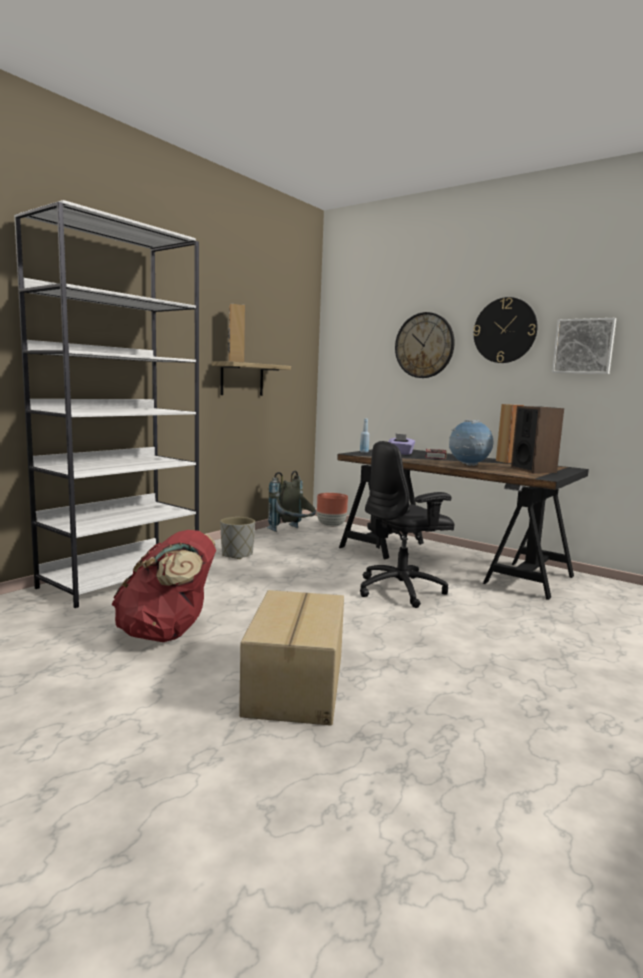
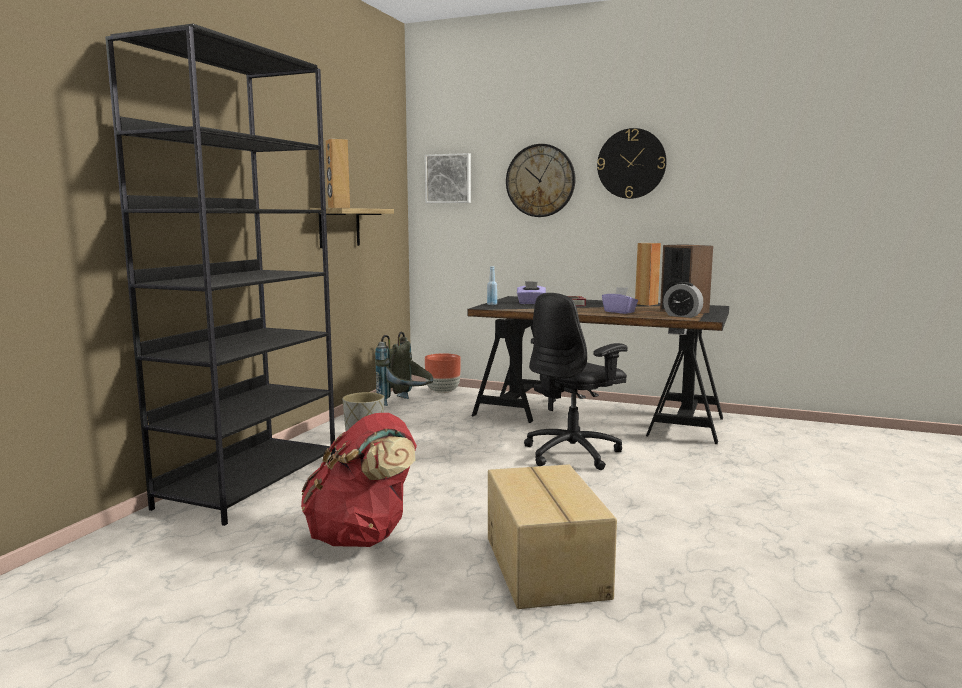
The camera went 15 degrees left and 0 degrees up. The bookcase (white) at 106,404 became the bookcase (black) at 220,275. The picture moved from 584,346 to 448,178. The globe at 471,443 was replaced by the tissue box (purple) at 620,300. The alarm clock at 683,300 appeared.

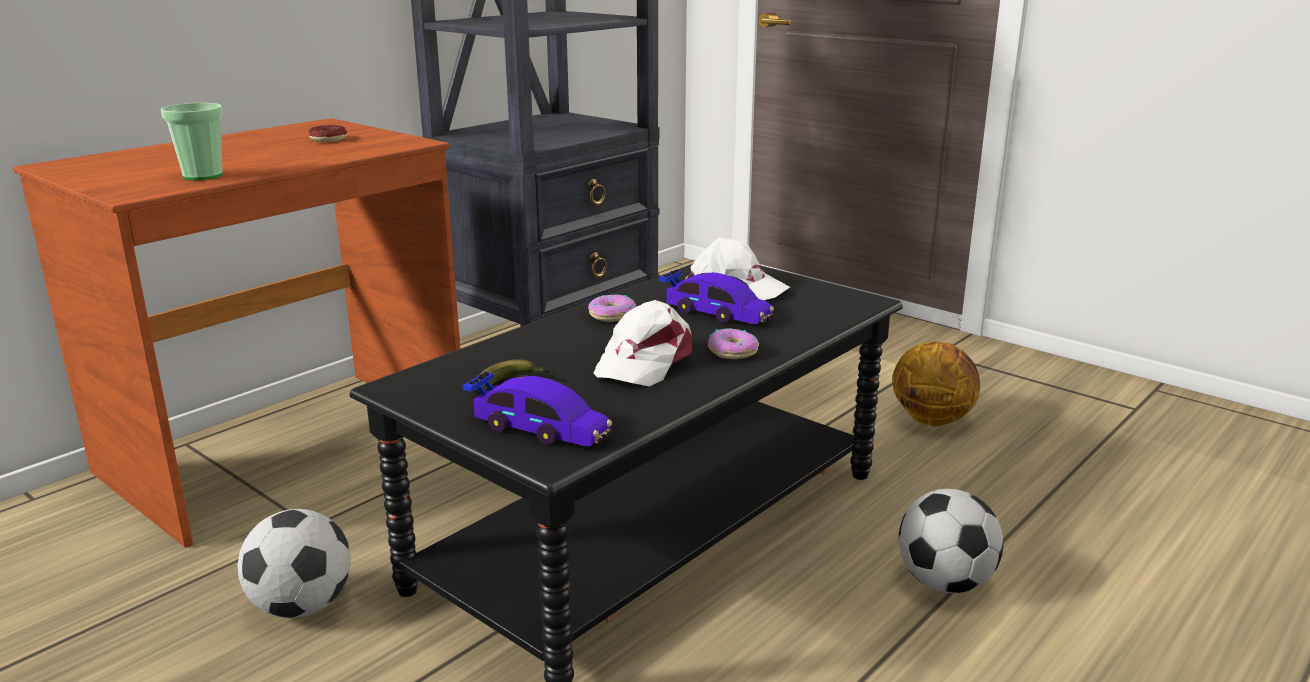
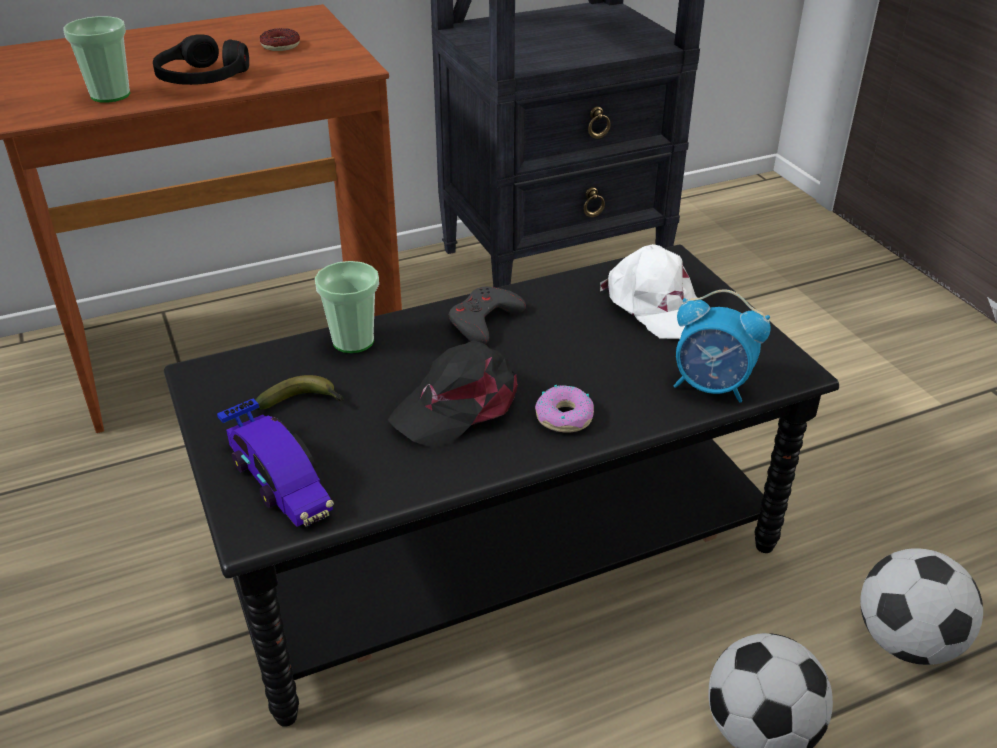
The camera went 25 degrees right and 15 degrees up. The toy car at 716,297 disappeared. The donut at 612,308 was replaced by the game controller (grey) at 487,315. The cap (white) at 643,343 became the cap (black) at 453,394. The basketball at 936,384 disappeared. The football moved from 294,563 to 921,606. The headphones (black) at 201,59 appeared. The cup at 347,307 appeared. The alarm clock at 722,346 appeared.

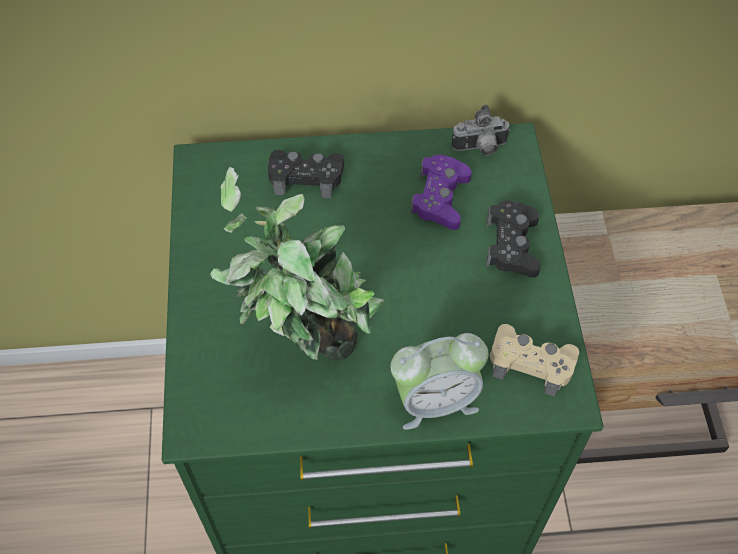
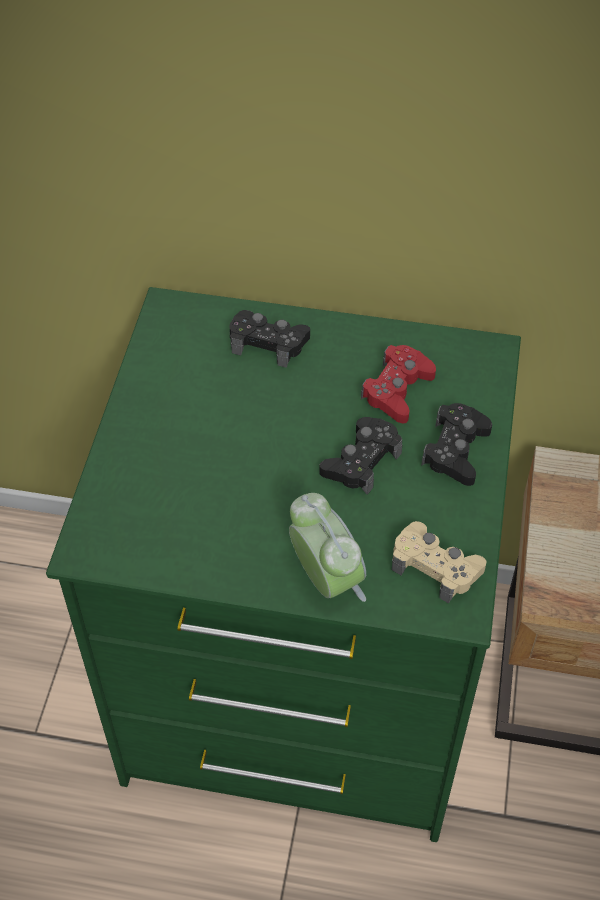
The camera went 15 degrees right and 5 degrees down. The photo camera at 480,130 disappeared. The game controller (purple) at 441,192 became the game controller (red) at 398,384. The potted plant at 297,264 disappeared. The alarm clock at 440,381 turned 120 degrees counterclockwise. The game controller (black) at 360,456 appeared.

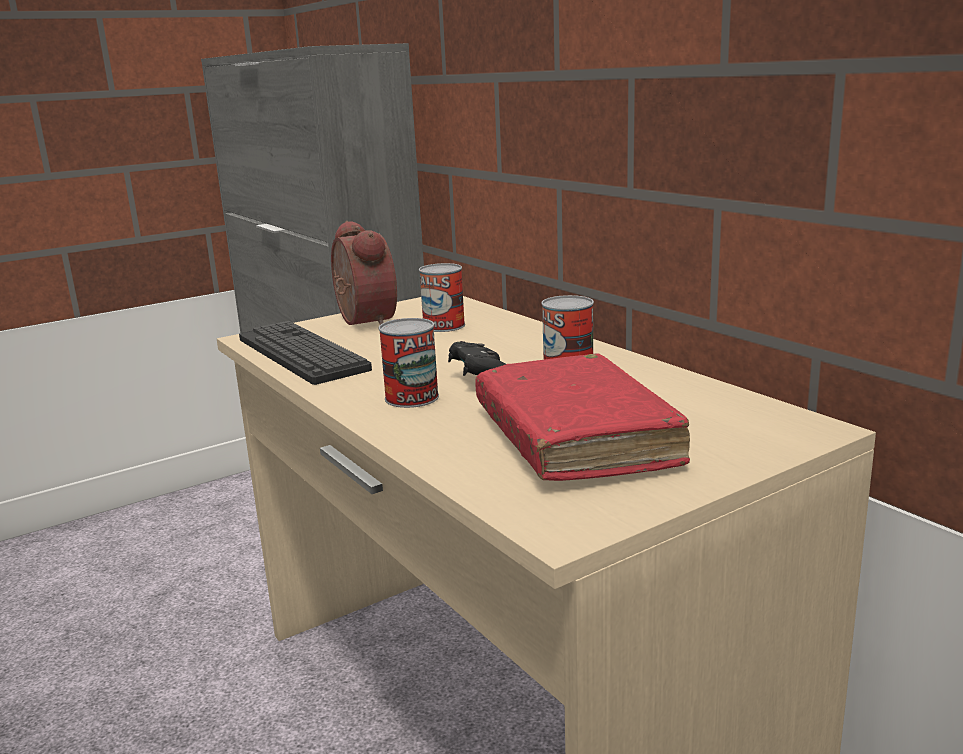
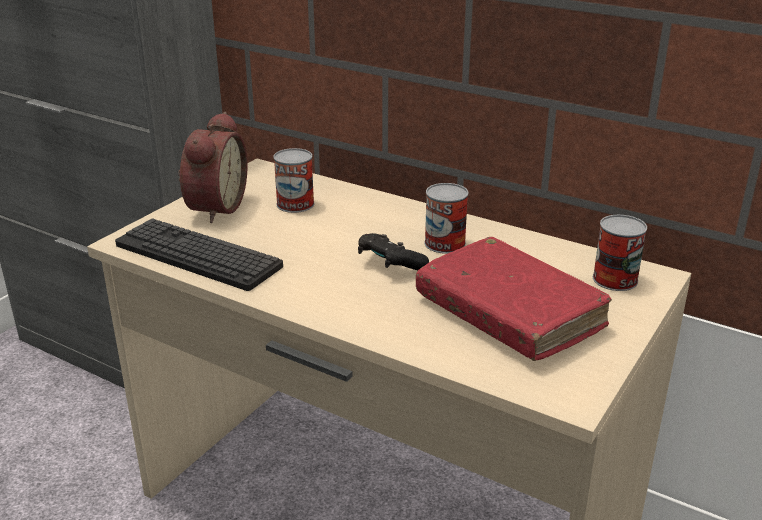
The camera went 25 degrees left and 10 degrees up. The alarm clock at 364,273 turned 60 degrees clockwise. The can moved from 409,363 to 620,253.

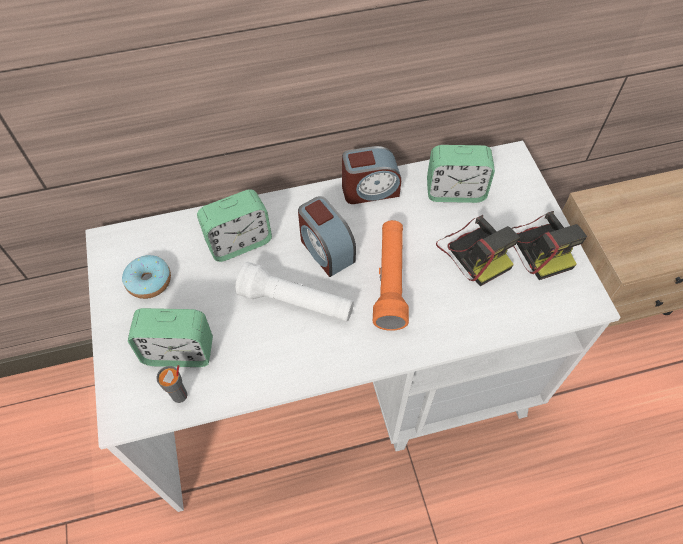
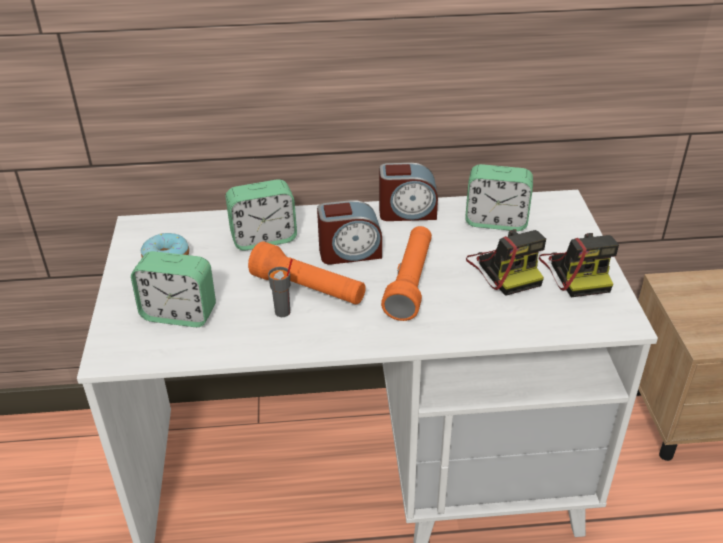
The camera went 10 degrees right and 20 degrees down. The alarm clock at 327,236 turned 75 degrees counterclockwise. The flashlight (white) at 294,292 became the flashlight (orange) at 307,273. The cup (grey) moved from 171,384 to 280,288.

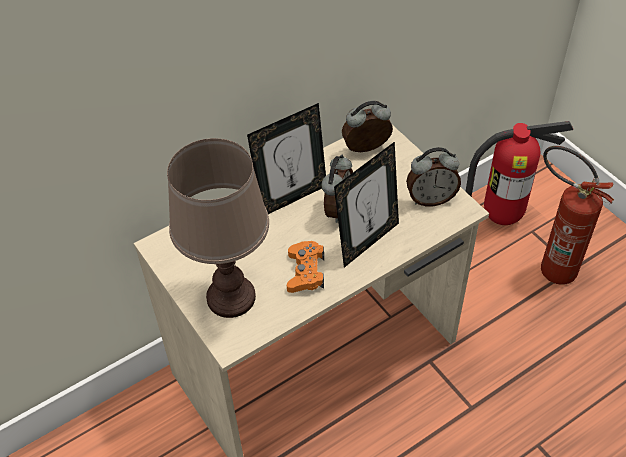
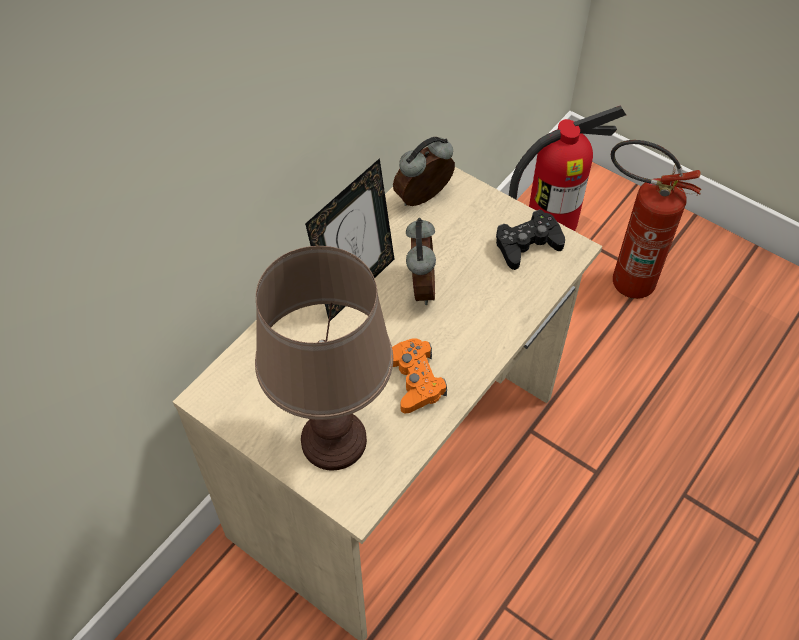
The camera went 20 degrees left and 5 degrees up. The picture frame at 366,205 disappeared. The alarm clock at 433,176 was replaced by the game controller (black) at 530,240.

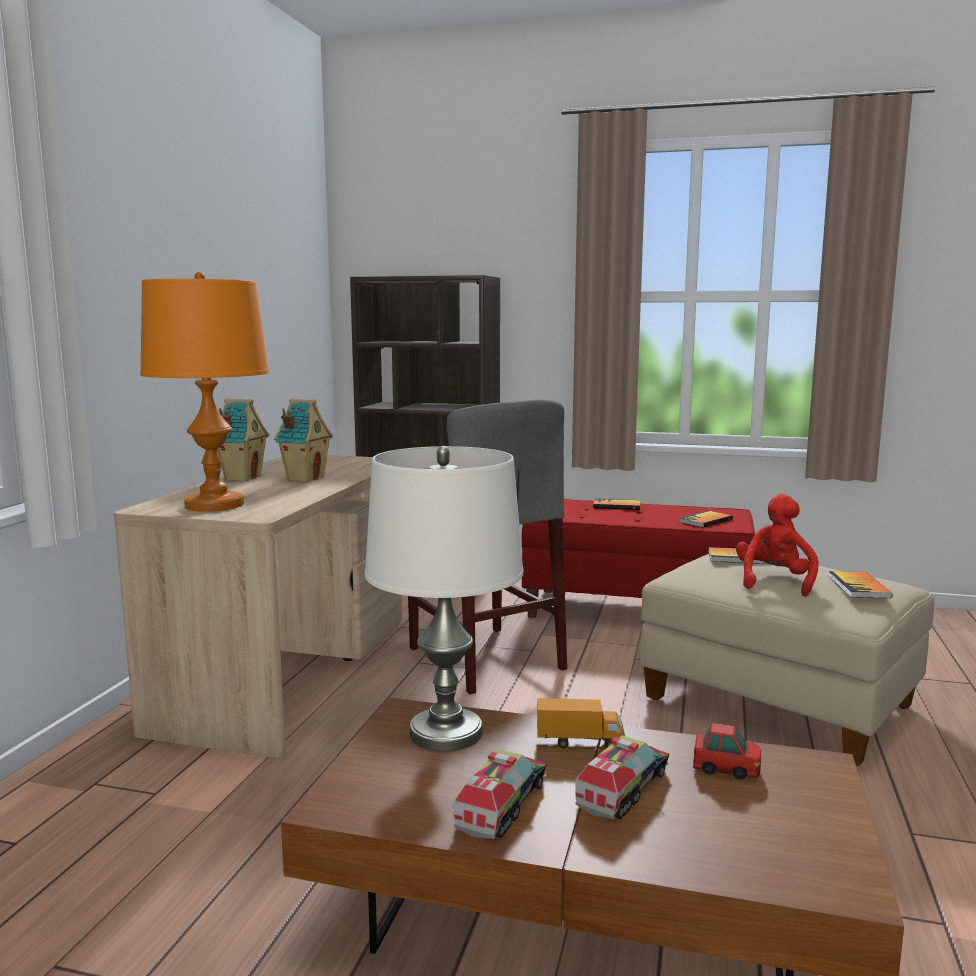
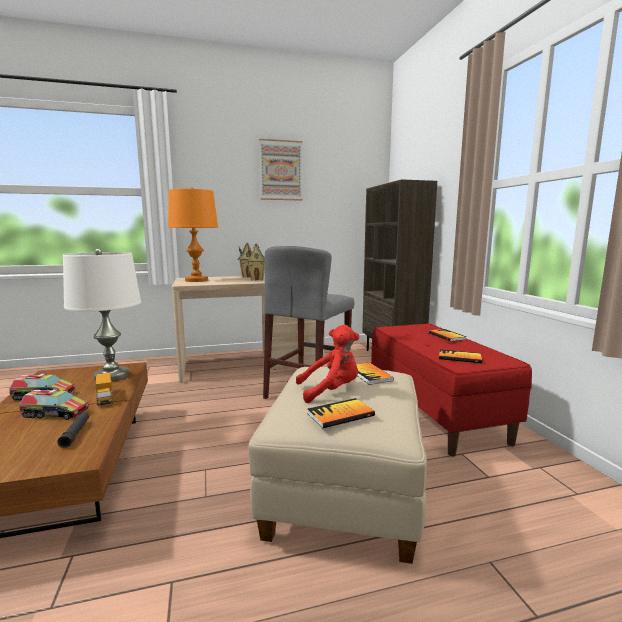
The camera went 60 degrees right and 0 degrees up. The toy car at 727,751 was replaced by the flashlight (black) at 73,430. The picture at 281,169 appeared.

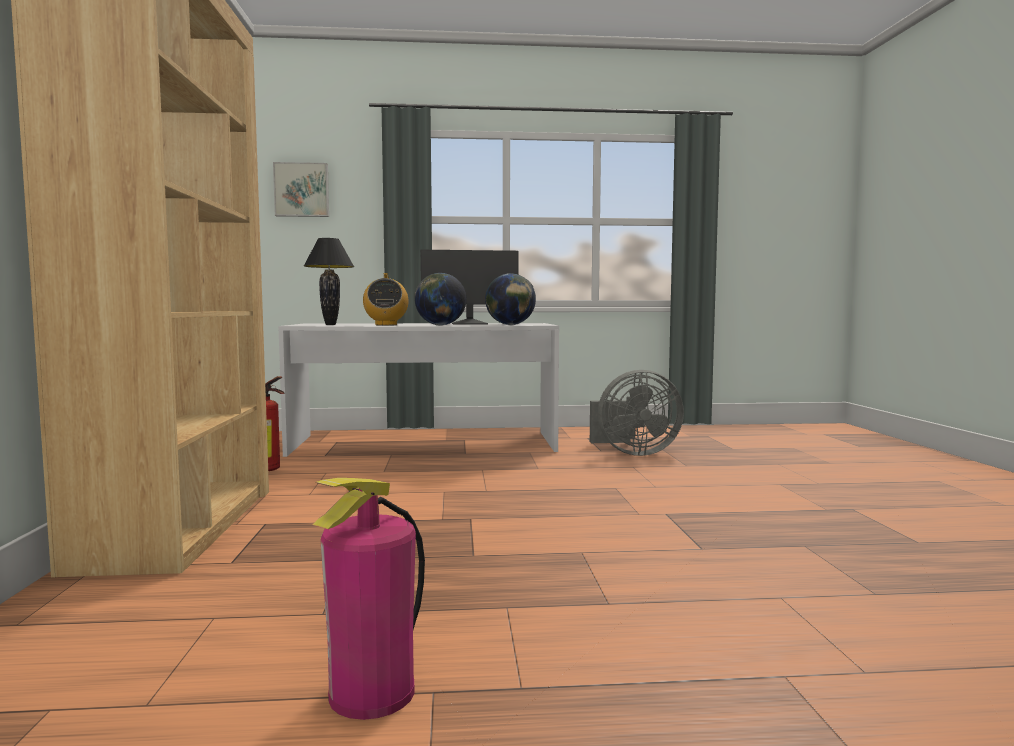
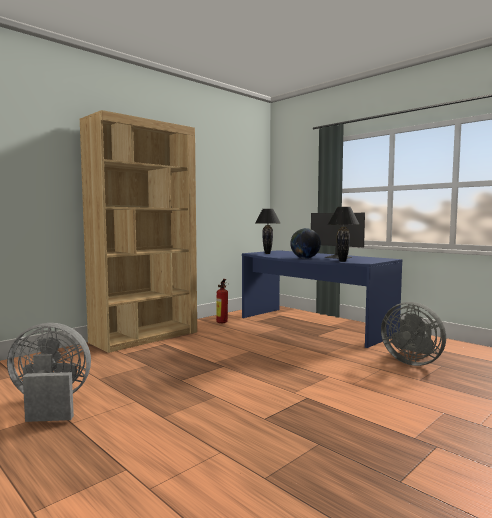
The camera went 50 degrees right and 0 degrees up. The picture at 301,189 disappeared. The radio at 386,299 disappeared. The globe at 510,299 was replaced by the table lamp (black) at 344,234. The desk (white) at 418,390 became the desk (blue) at 322,299. The fire extinguisher at 369,599 was replaced by the fan (grey) at 49,372.

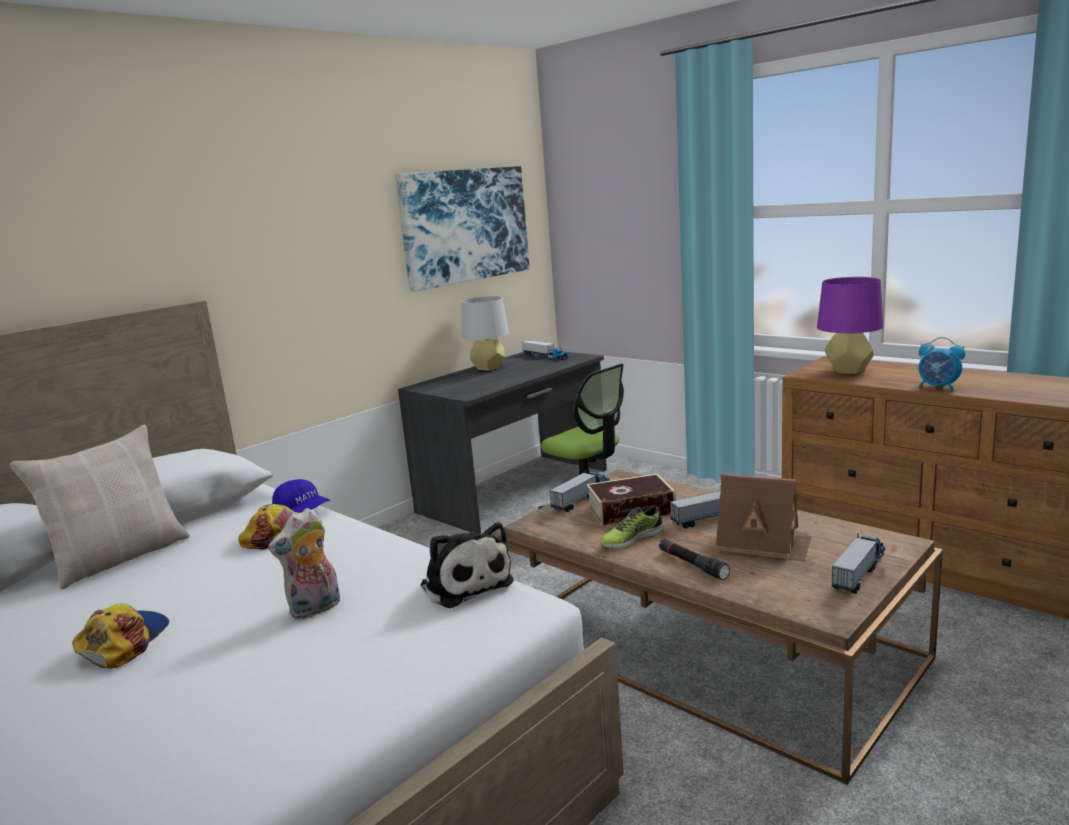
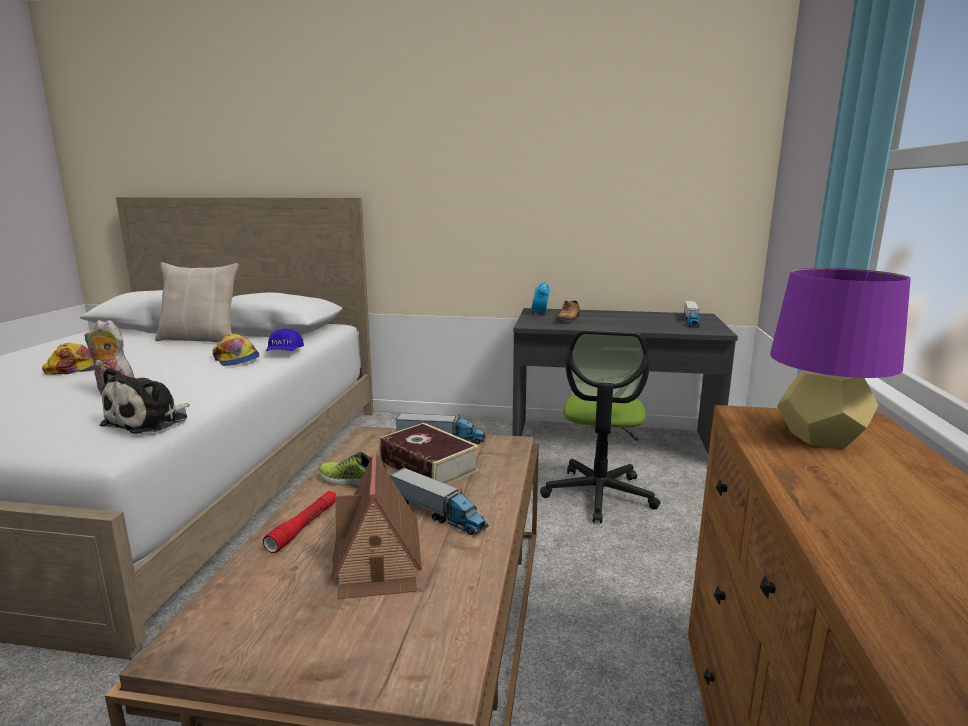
The camera went 55 degrees right and 0 degrees up. The picture at 462,228 disappeared. The table lamp (grey) at 485,333 disappeared. The alarm clock moved from 942,364 to 540,297. The toy truck at 859,564 disappeared. The flashlight (black) at 694,559 became the flashlight (red) at 299,522. The shoe at 568,311 appeared.

